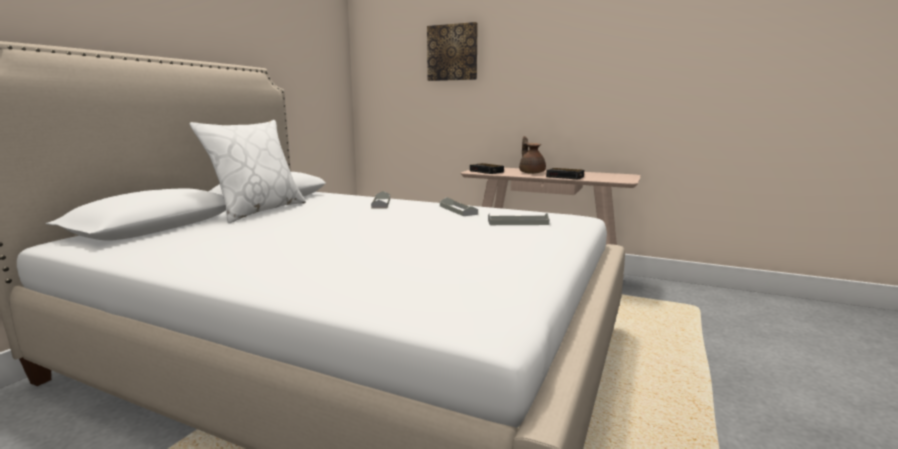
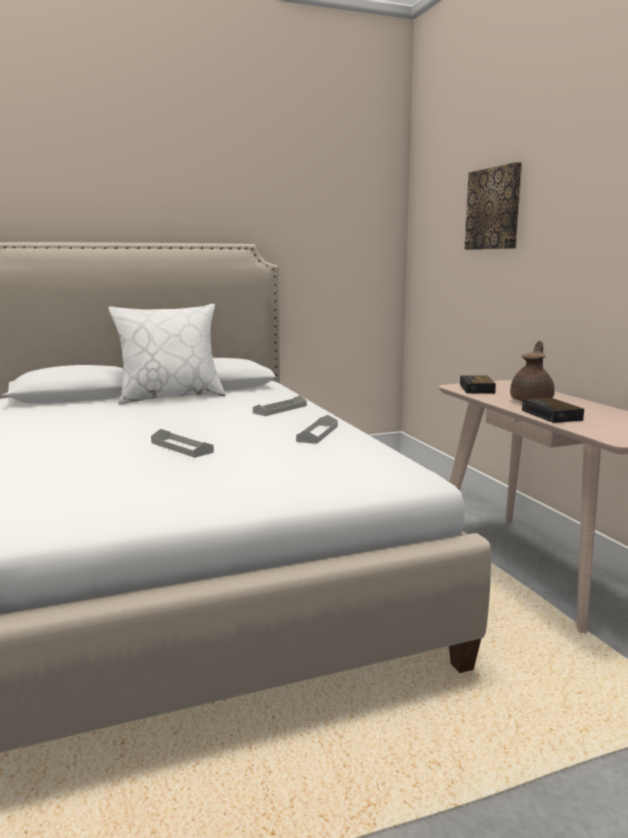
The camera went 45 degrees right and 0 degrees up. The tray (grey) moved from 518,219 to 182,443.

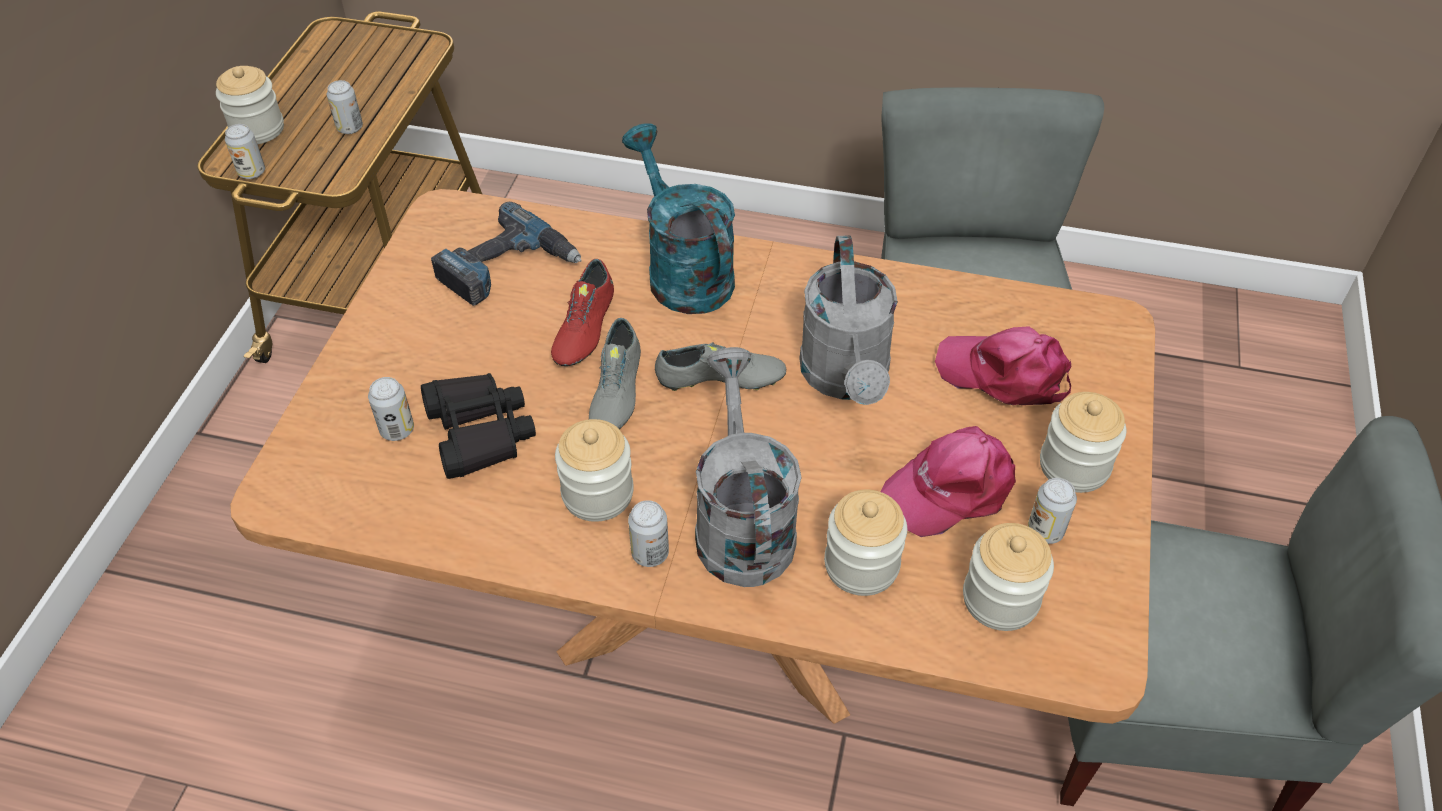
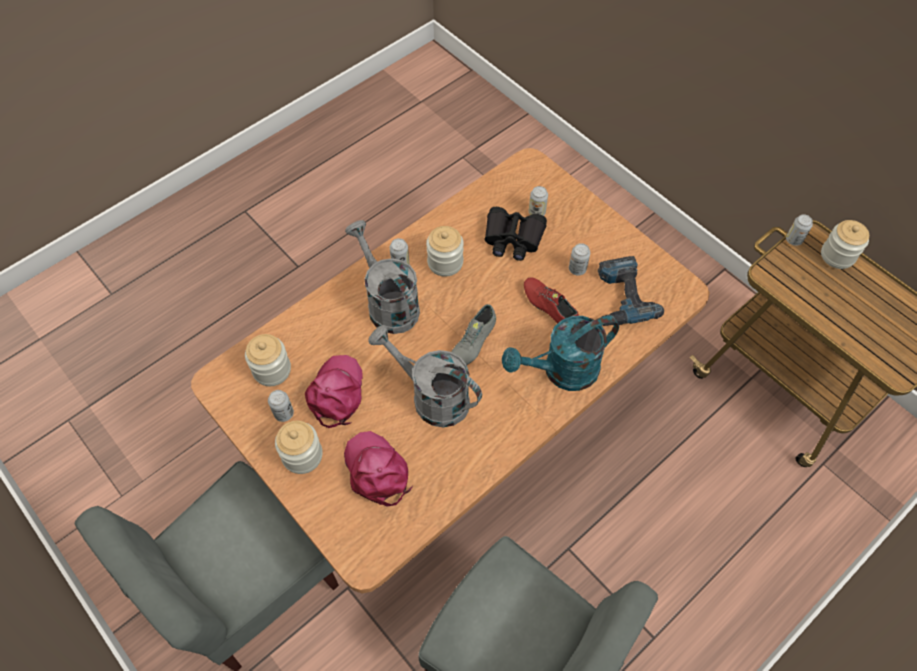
The camera went 125 degrees right and 10 degrees up. The can moved from 345,107 to 579,259. The watering can (turquoise) at 678,218 turned 150 degrees clockwise. The shoe (grey) at 615,374 disappeared. The cap (pink) at 1003,365 turned 90 degrees counterclockwise. The watering can (grey) at 748,467 turned 150 degrees counterclockwise. The jar at 865,543 disappeared.

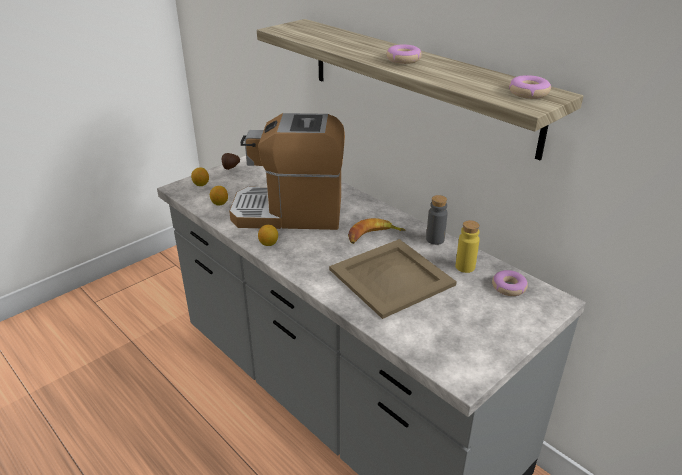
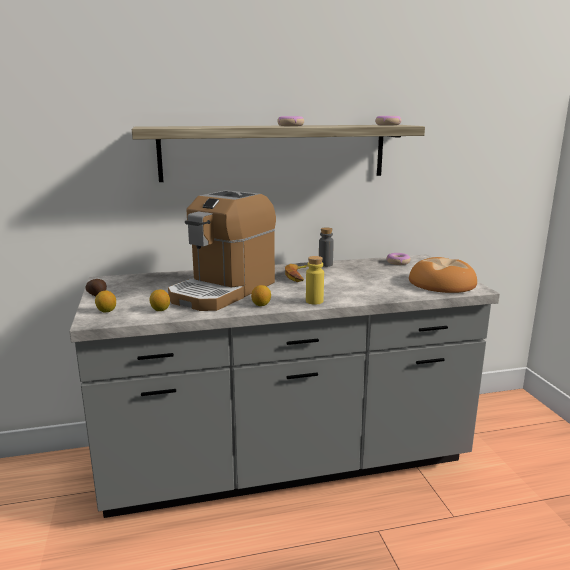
The camera went 60 degrees left and 15 degrees down. The bottle (yellow) moved from 468,246 to 315,280. The tray (beige) at 393,279 disappeared. The bread at 443,275 appeared.

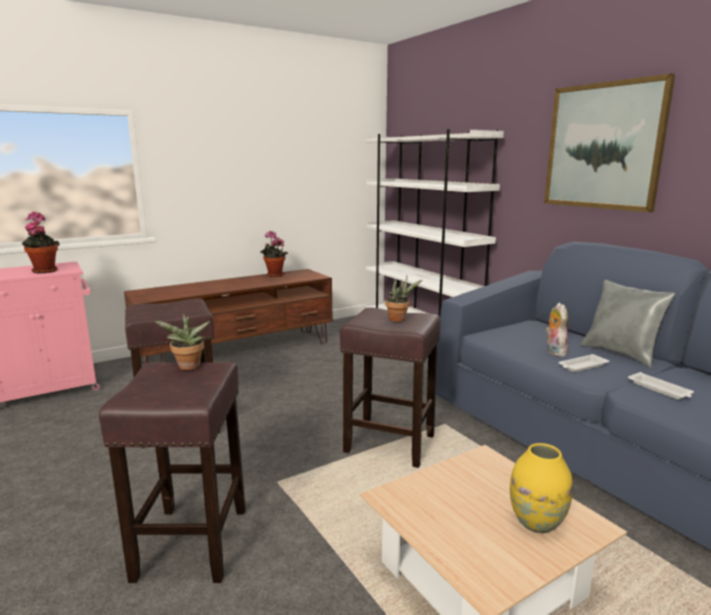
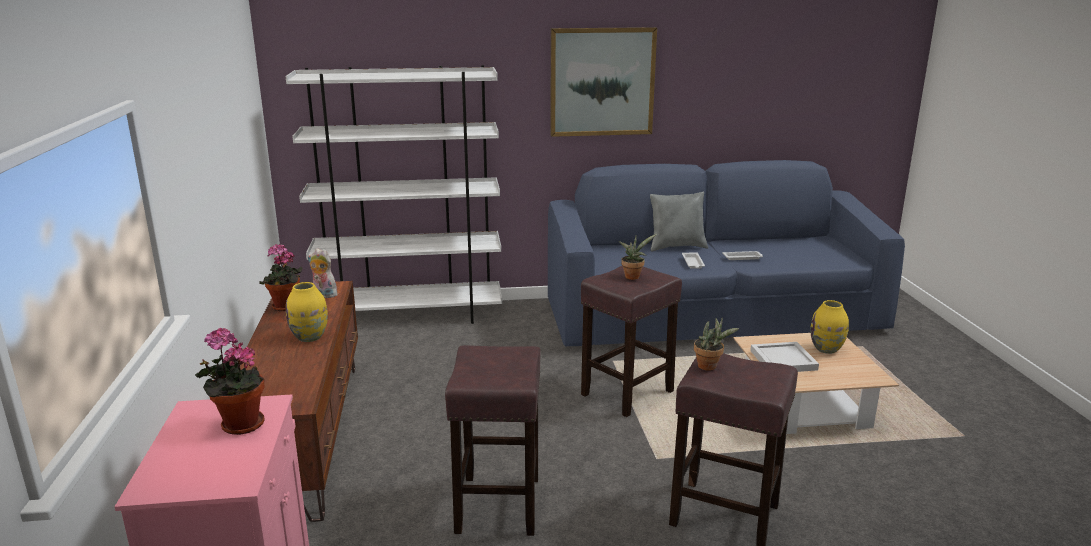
The camera went 65 degrees left and 5 degrees up. The plush toy moved from 556,330 to 323,273. The vase (yellow) at 307,312 appeared. The tray (white) at 784,357 appeared.

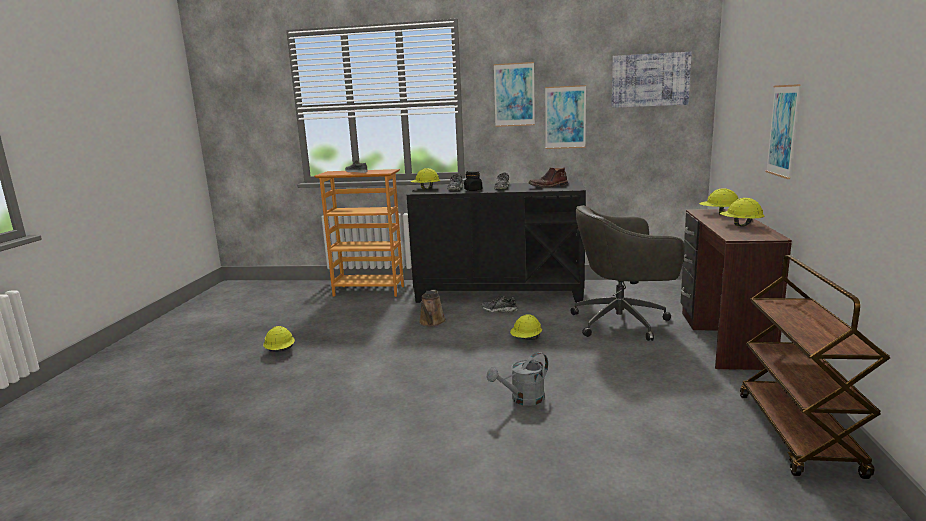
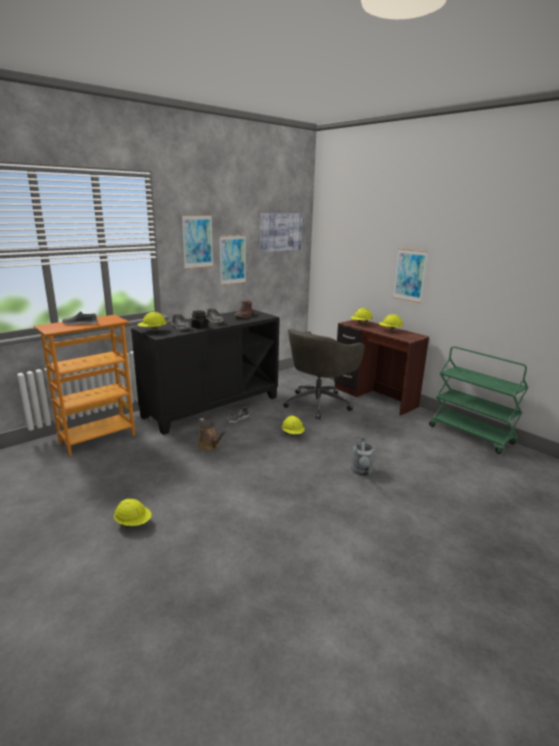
The camera went 50 degrees left and 5 degrees up. The cart (brown) at 815,367 became the cart (green) at 478,400.

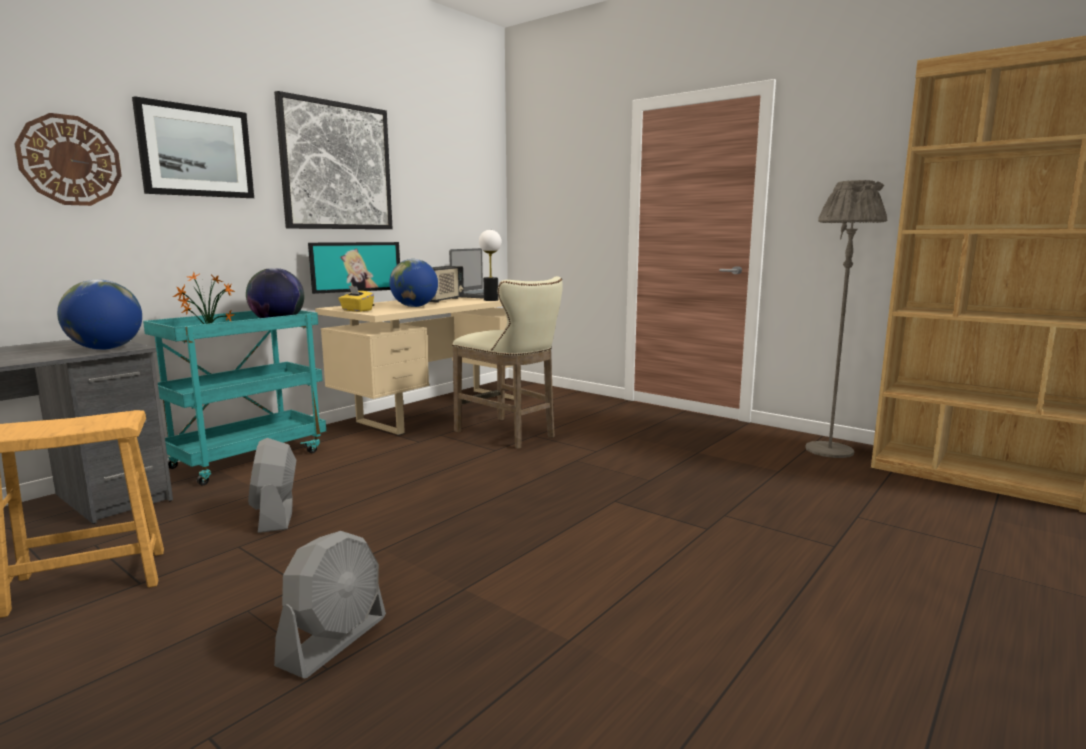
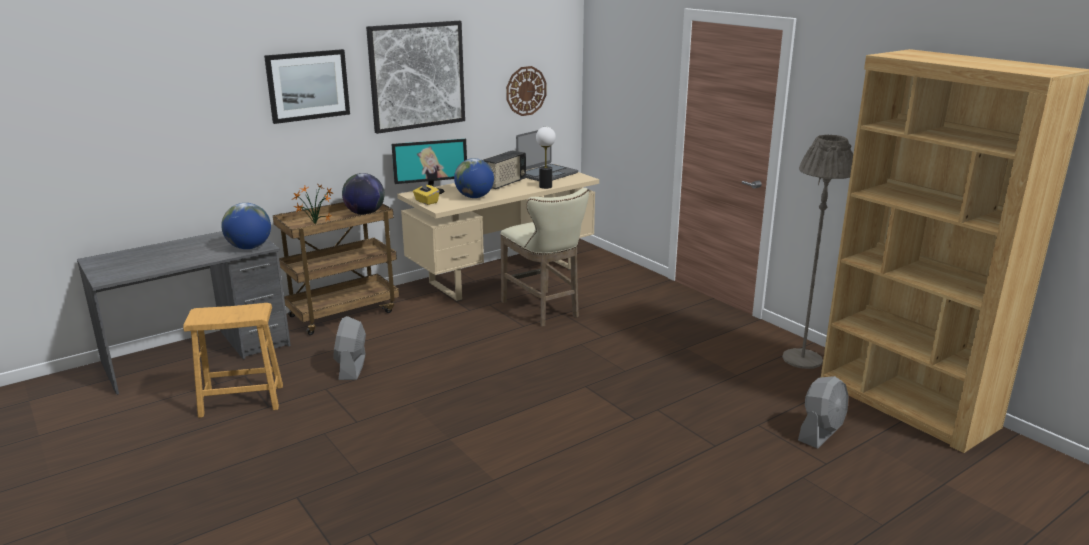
The camera went 15 degrees right and 10 degrees up. The wall clock moved from 68,159 to 526,91. The cart (turquoise) at 234,397 became the cart (brown) at 336,268. The fan (grey) moved from 330,604 to 823,412.

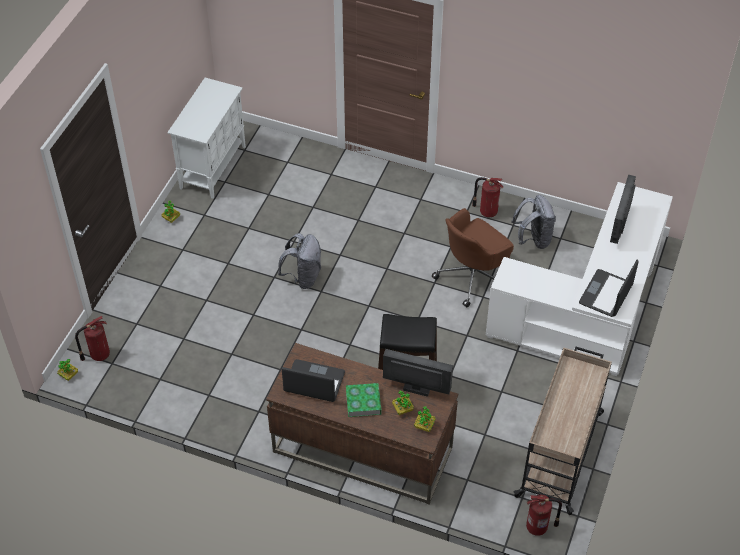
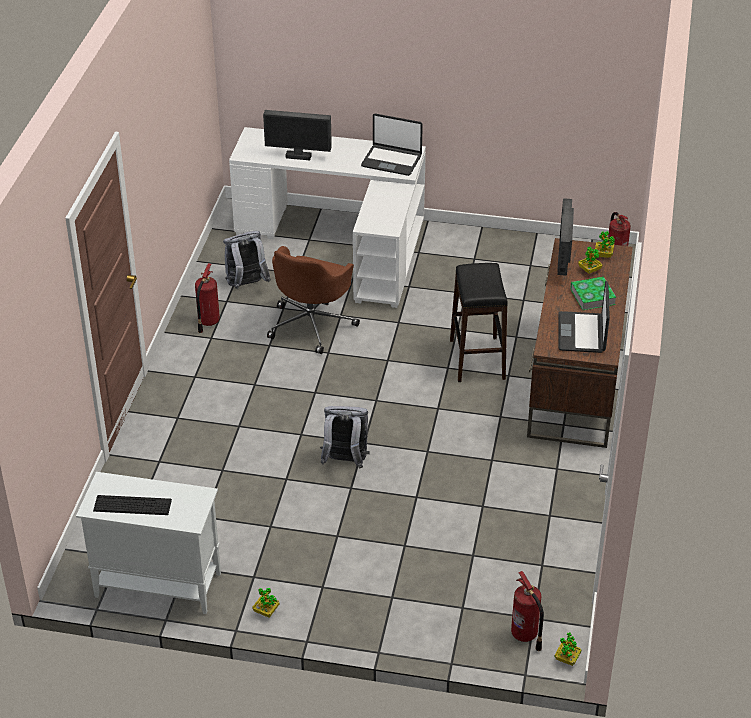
The camera went 100 degrees left and 10 degrees down. The office chair (brown) at 473,258 turned 75 degrees clockwise. The cart (beige) at 563,431 disappeared. The keyboard at 132,505 appeared.

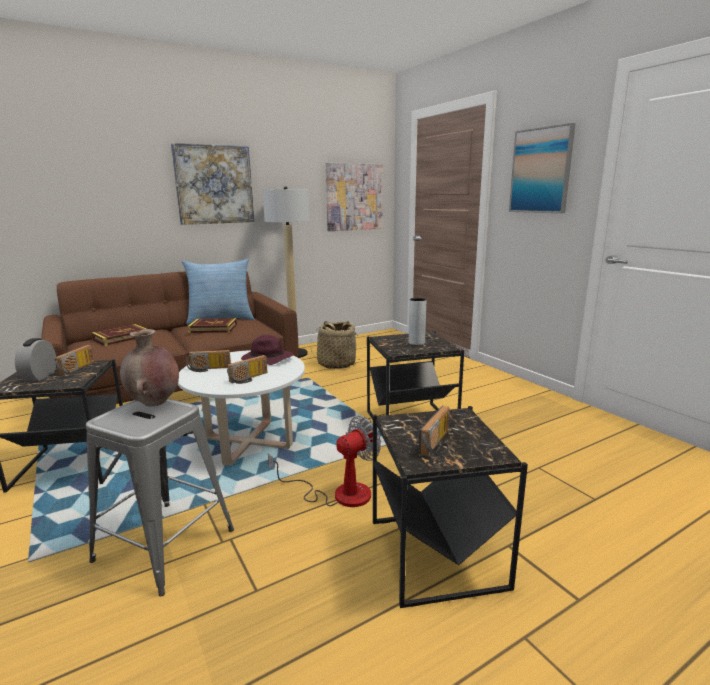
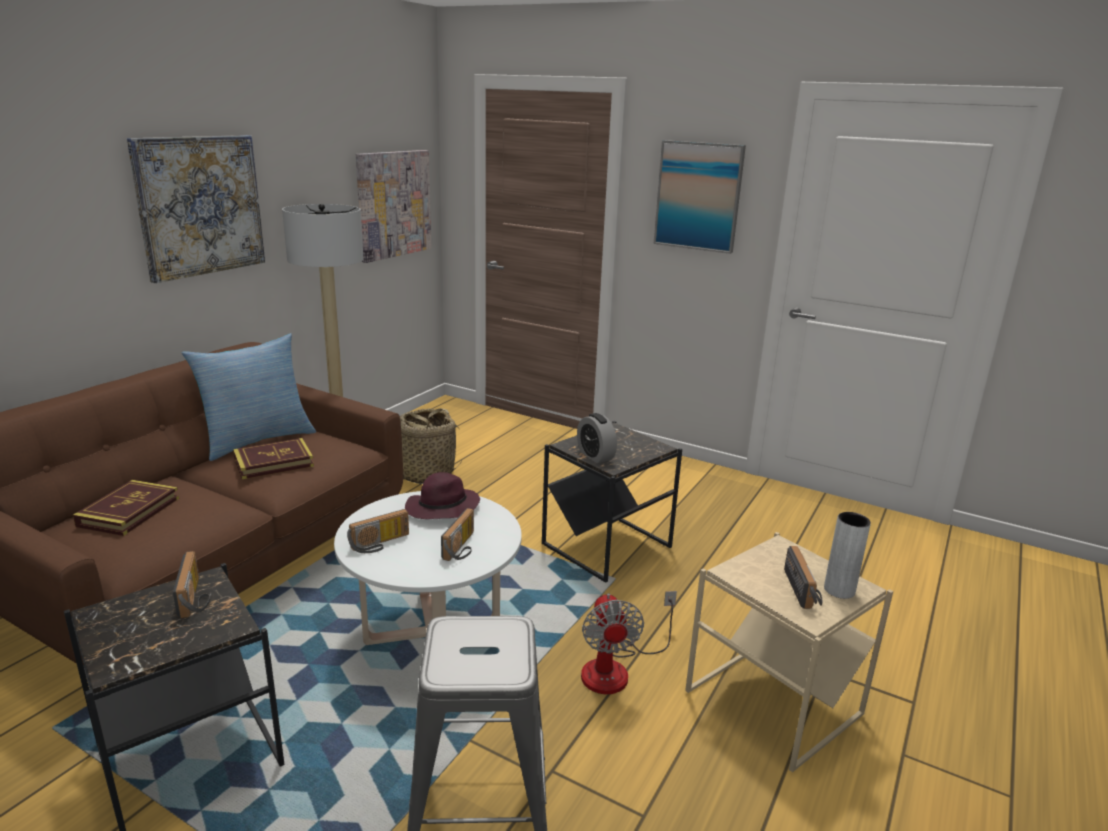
The camera went 30 degrees left and 5 degrees up. The vase (grey) moved from 417,321 to 847,555. The vase (brown) at 149,368 disappeared. The alarm clock moved from 35,359 to 597,438. The side table (black) at 450,507 became the side table (beige) at 789,652. The fan at 324,461 turned 150 degrees clockwise.

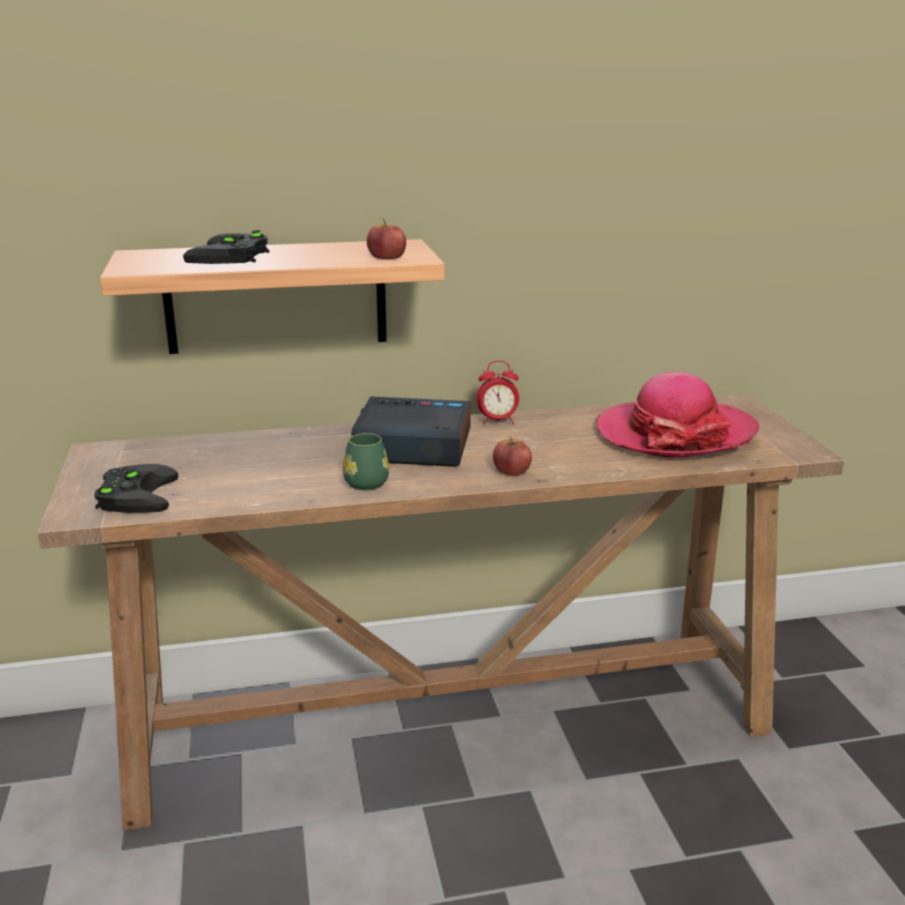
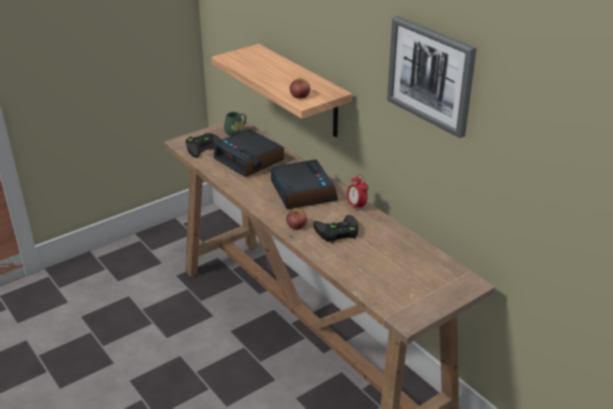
The camera went 65 degrees right and 10 degrees up. The game controller (black) moved from 226,247 to 336,229. The hat at 677,415 disappeared. The mug (green) moved from 366,461 to 235,124. The picture at 431,77 appeared. The alarm clock at 248,153 appeared.

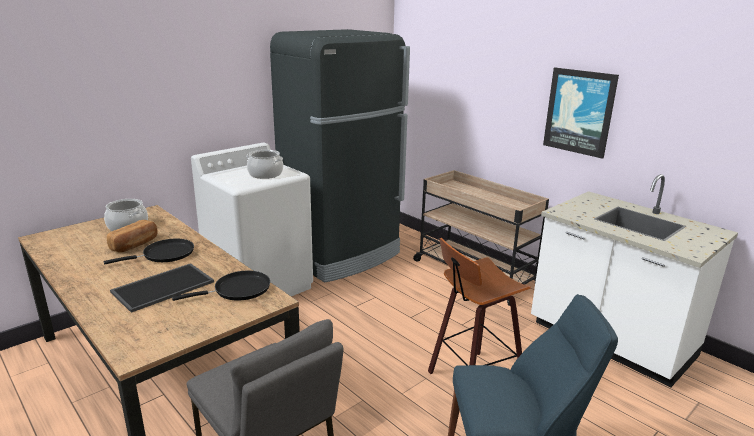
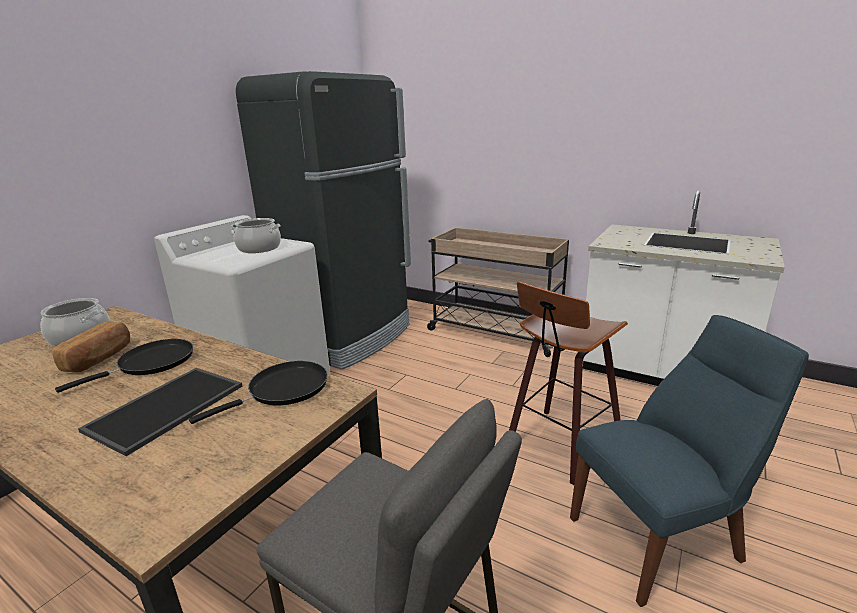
The camera went 15 degrees left and 0 degrees up. The picture at 581,113 disappeared.

